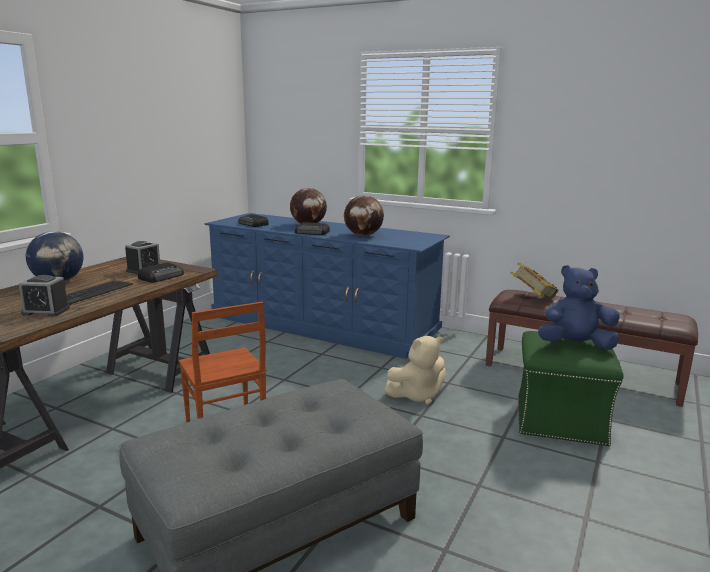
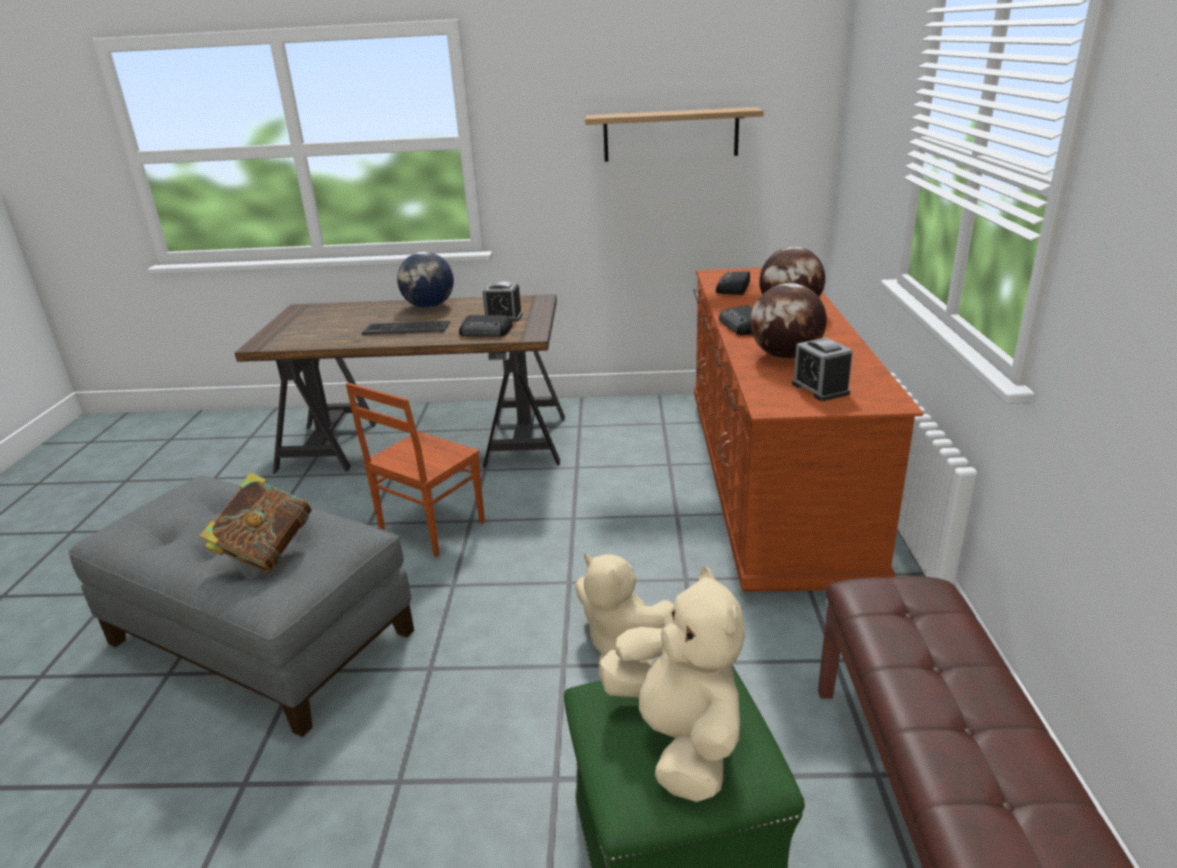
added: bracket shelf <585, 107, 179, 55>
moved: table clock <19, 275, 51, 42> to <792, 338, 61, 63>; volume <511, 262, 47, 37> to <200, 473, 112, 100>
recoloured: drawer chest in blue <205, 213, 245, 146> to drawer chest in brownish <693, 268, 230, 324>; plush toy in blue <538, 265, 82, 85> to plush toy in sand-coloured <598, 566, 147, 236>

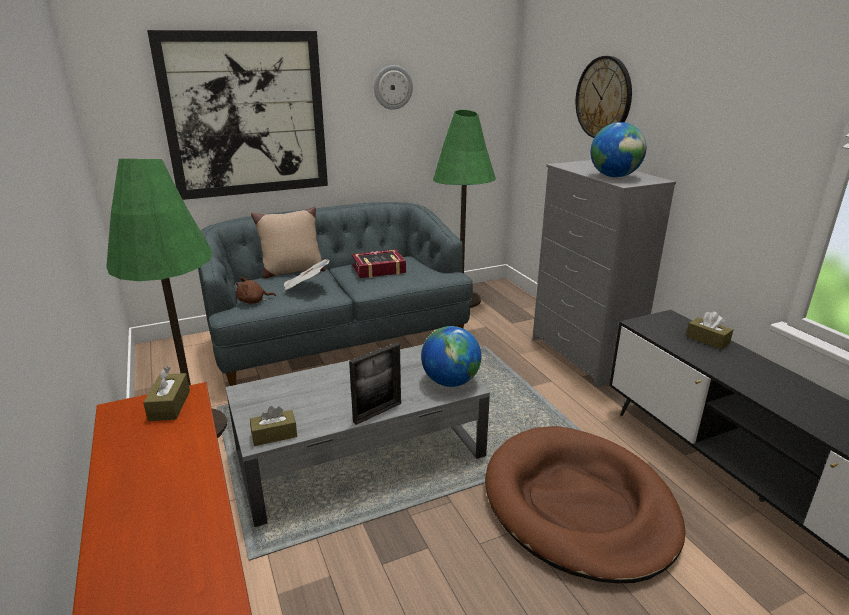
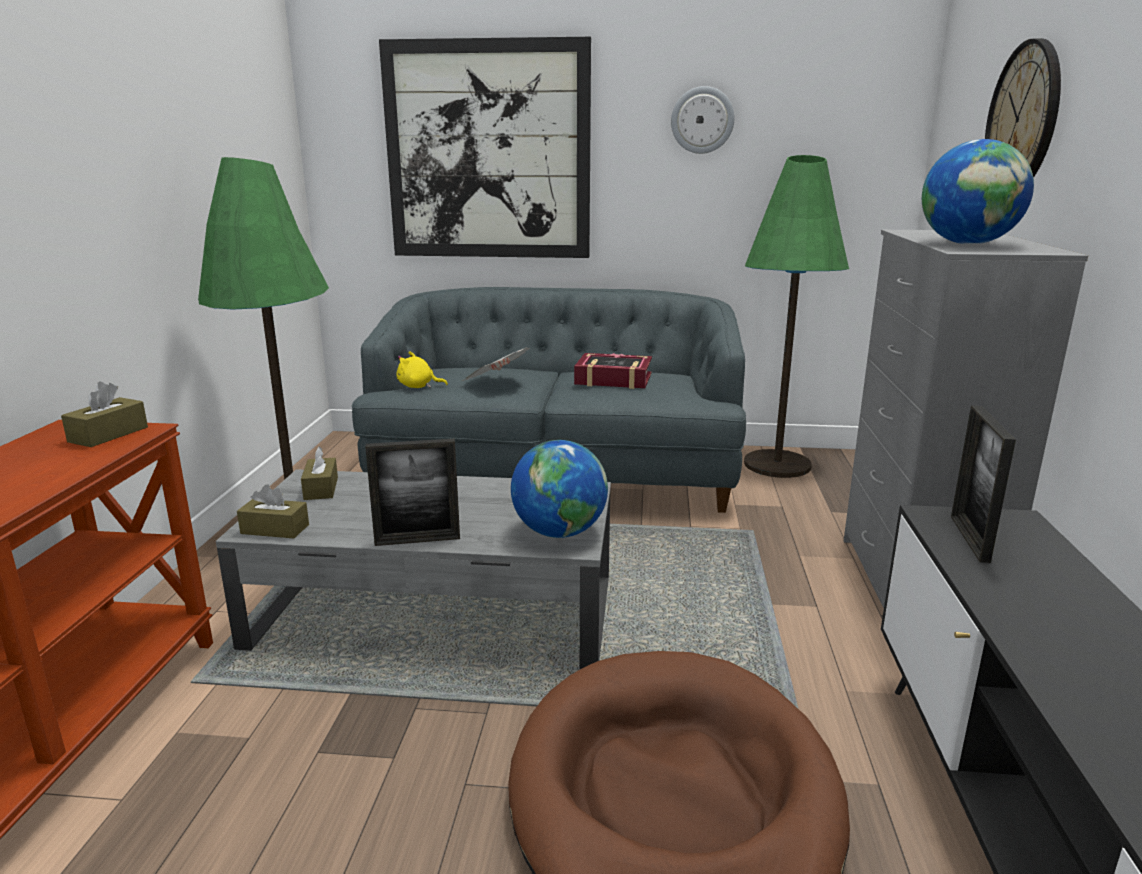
removed: throw pillow in sand-coloured <251, 207, 74, 71>
added: standing frame <951, 406, 65, 157>
moved: tissue holder in brownish <686, 312, 47, 37> to <301, 447, 37, 53>
recoloured: plush toy in brownish <235, 277, 41, 27> to plush toy in yellow <397, 351, 51, 37>

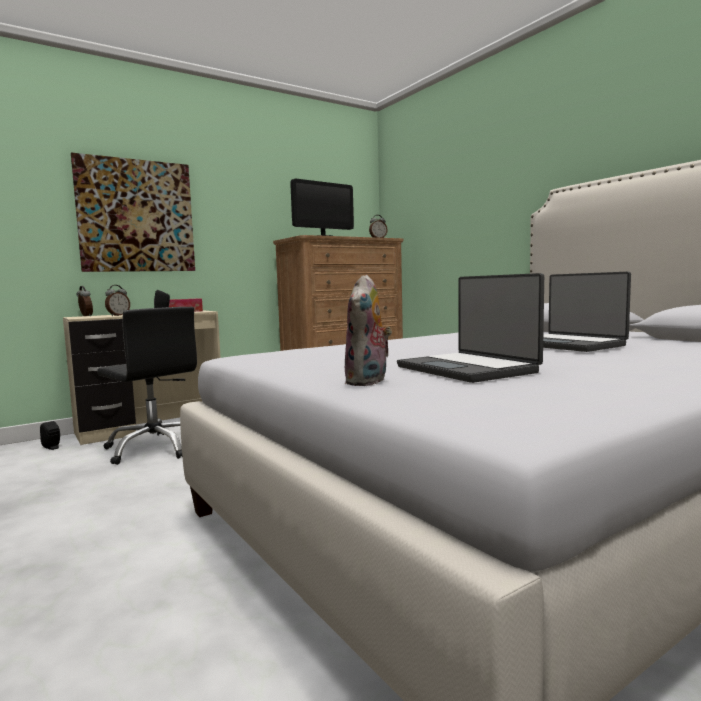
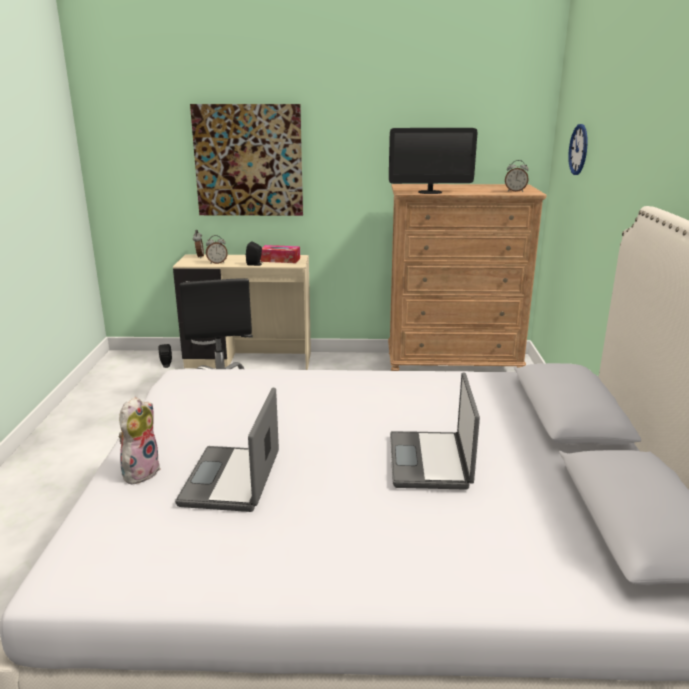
added: clock on the wall <568, 124, 20, 51>
turned: plush toy <345, 275, 47, 111> = <119, 397, 42, 87> 150 degrees clockwise

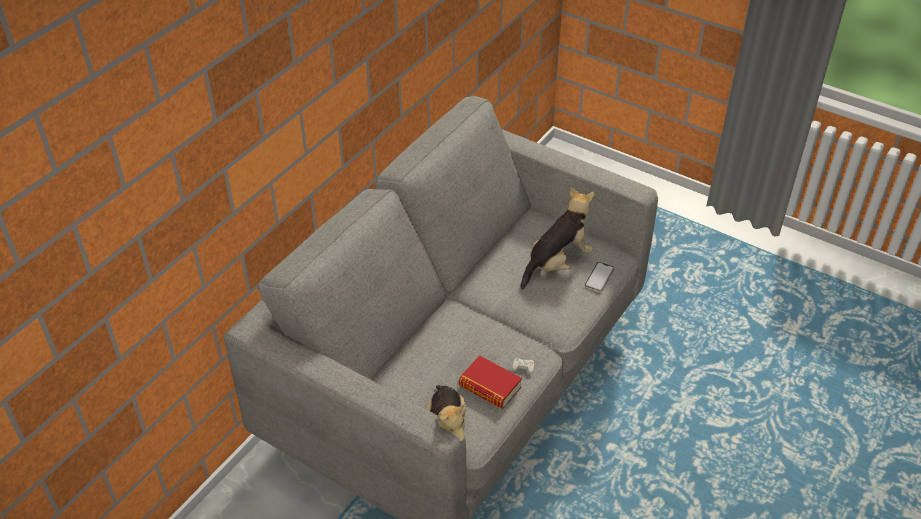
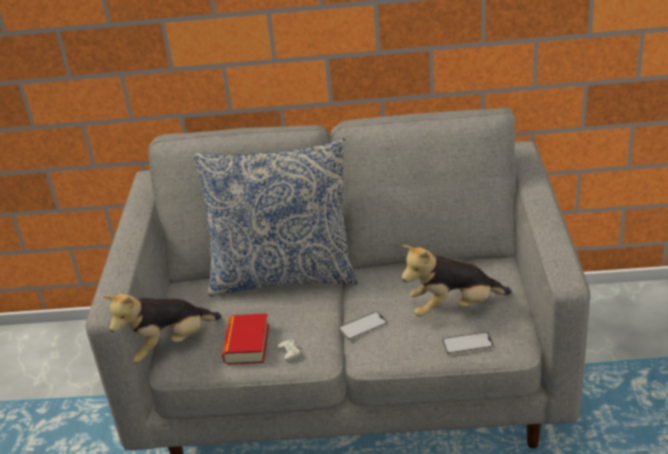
added: throw pillow <192, 138, 166, 159>; telephone <338, 311, 49, 29>
turned: plush toy <521, 188, 73, 102> = <401, 245, 111, 72> 150 degrees clockwise

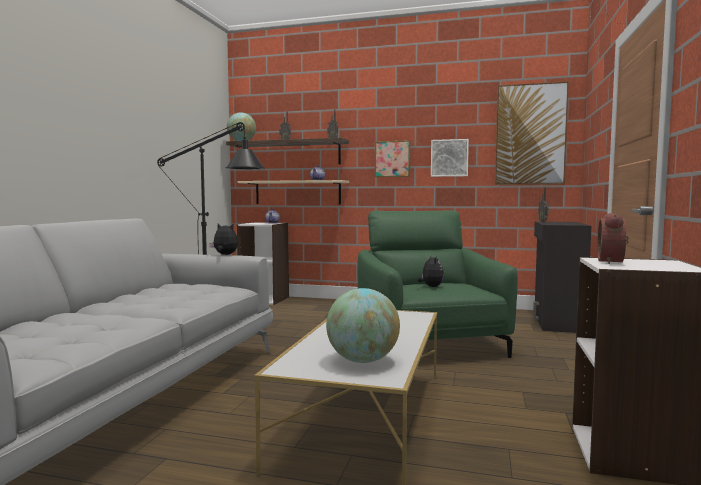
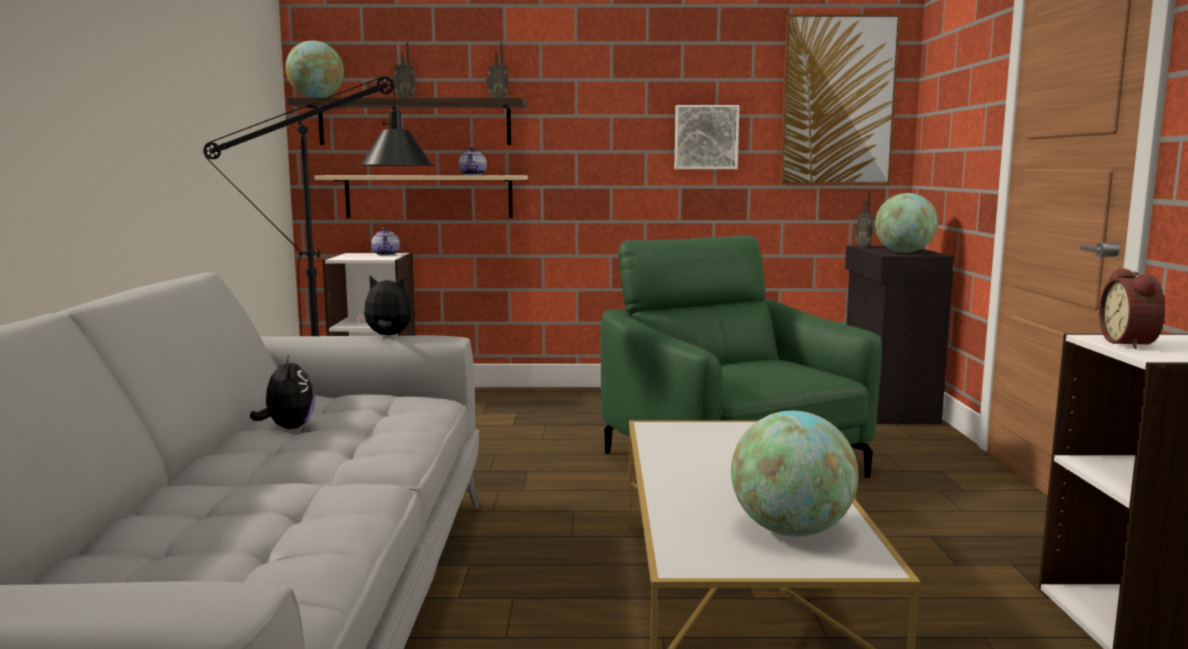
removed: wall picture <375, 140, 35, 37>
added: world globe <875, 193, 63, 60>
moved: plush toy <418, 254, 26, 33> to <250, 355, 65, 74>

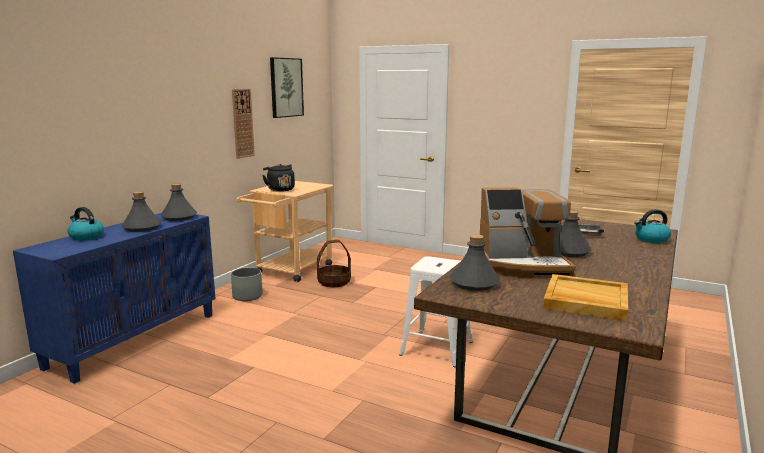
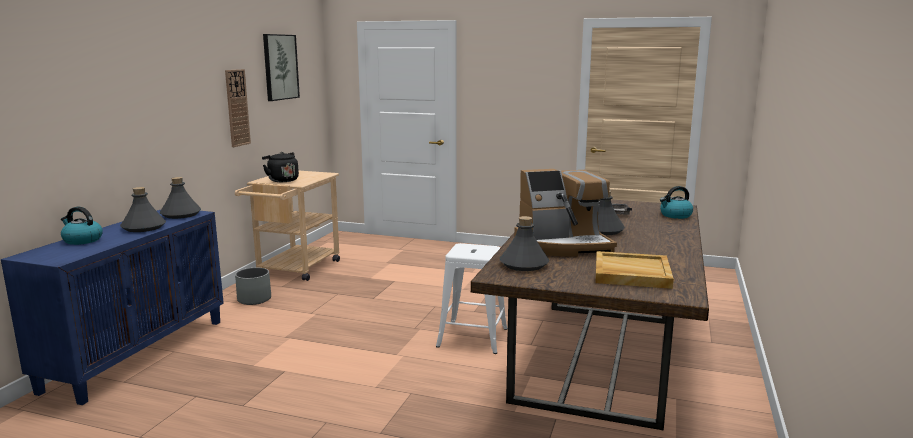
removed: household basket <317, 240, 34, 47>

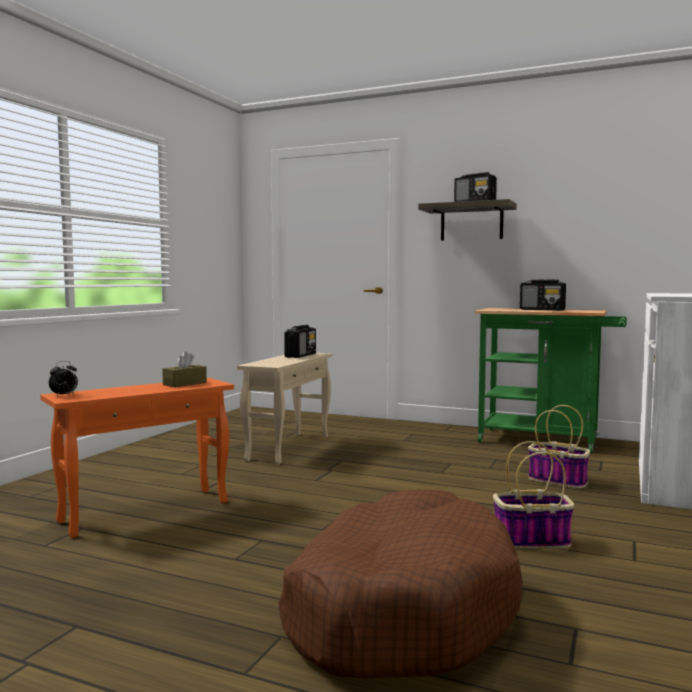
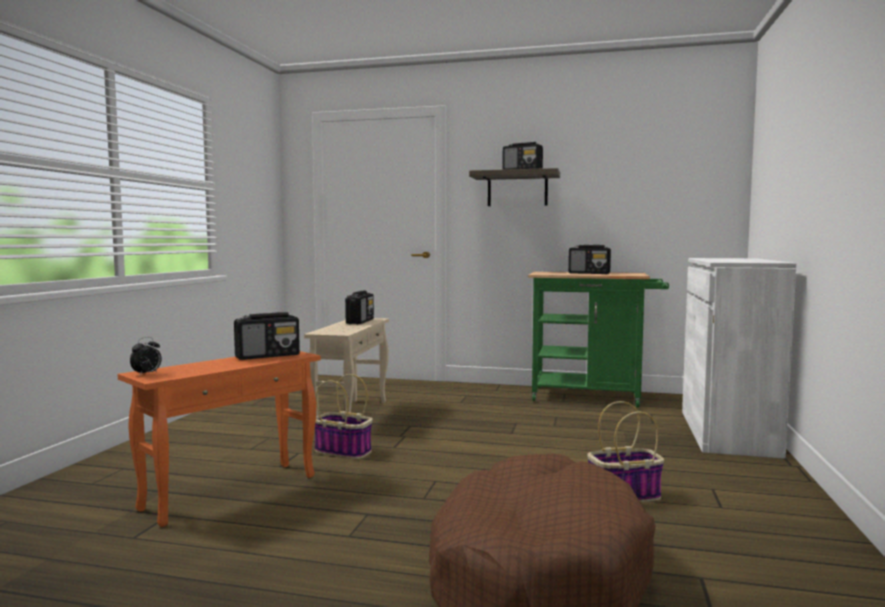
moved: household basket <528, 405, 62, 83> to <315, 374, 58, 85>
replaced: tissue holder in brownish <162, 351, 45, 36> to radio set <234, 312, 66, 48>

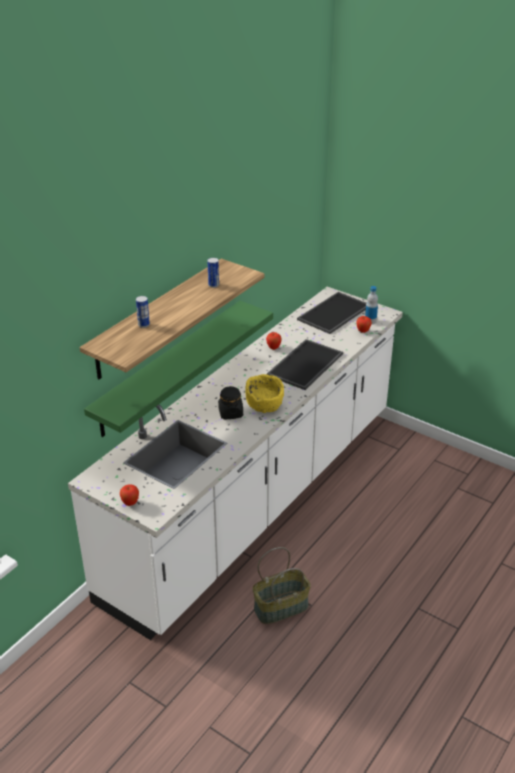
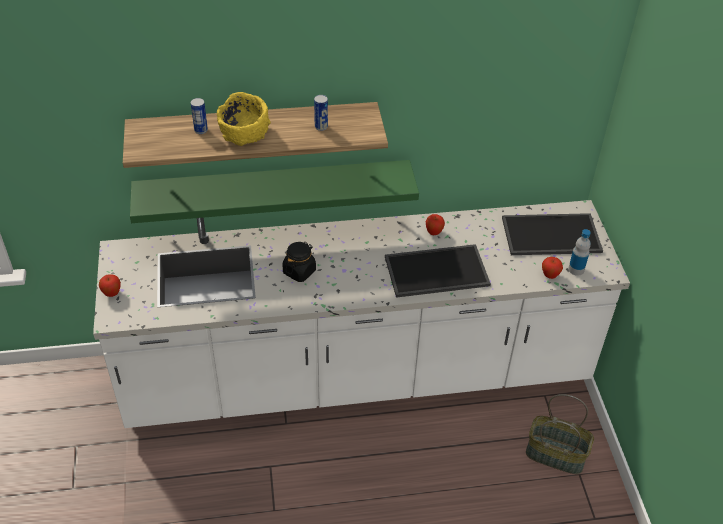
moved: bowl in yellow <245, 374, 39, 39> to <217, 92, 54, 54>; household basket <253, 547, 58, 77> to <526, 394, 68, 80>

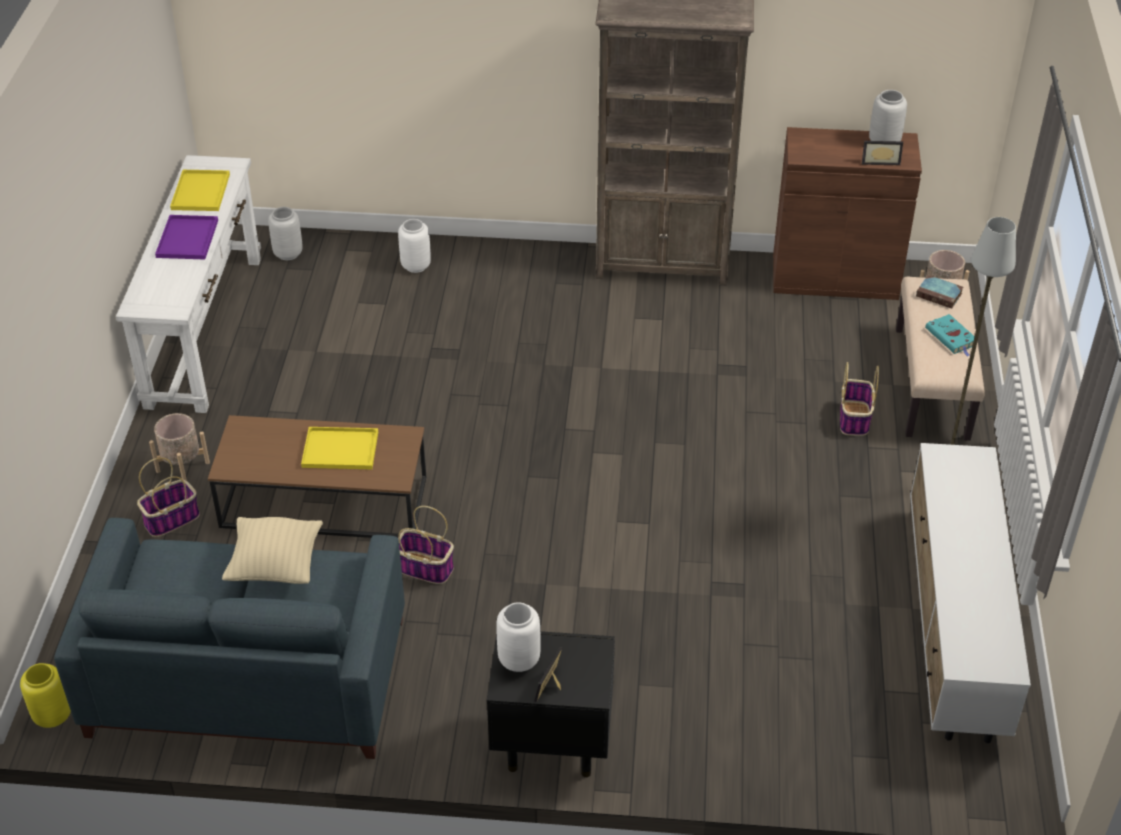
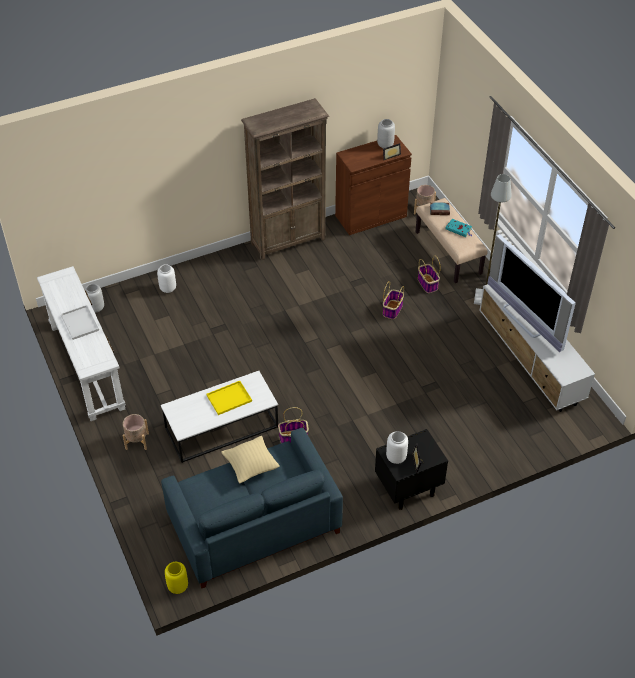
removed: tray in yellow <170, 170, 60, 41>
added: TV set <487, 234, 89, 118>
moved: household basket <137, 457, 63, 80> to <383, 281, 21, 38>
recoloured: tray in purplish <155, 215, 63, 44> to tray in whitish <61, 305, 38, 35>; coffee table in brownish <208, 415, 218, 123> to coffee table in whitish <161, 371, 117, 92>

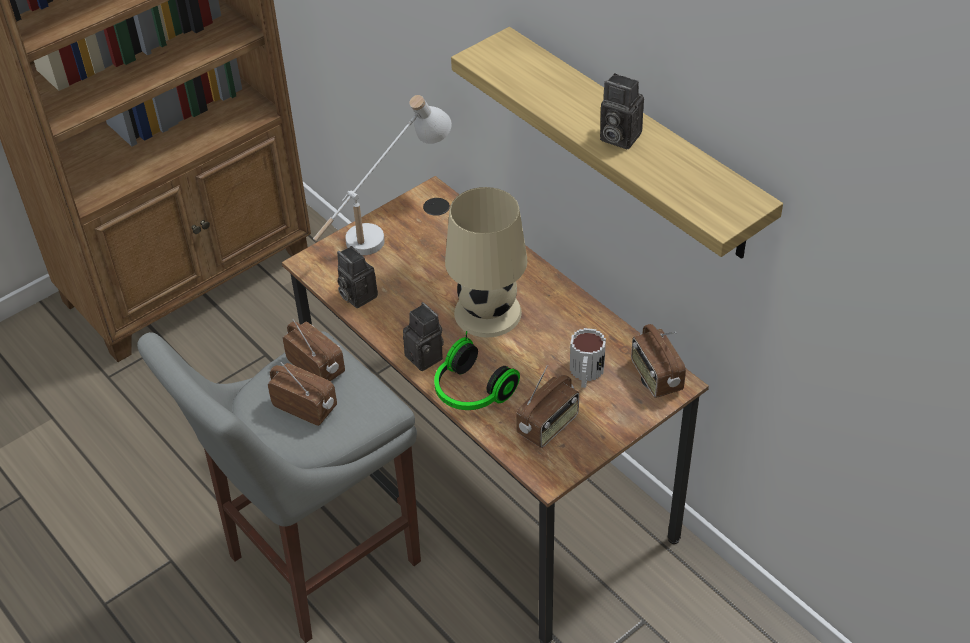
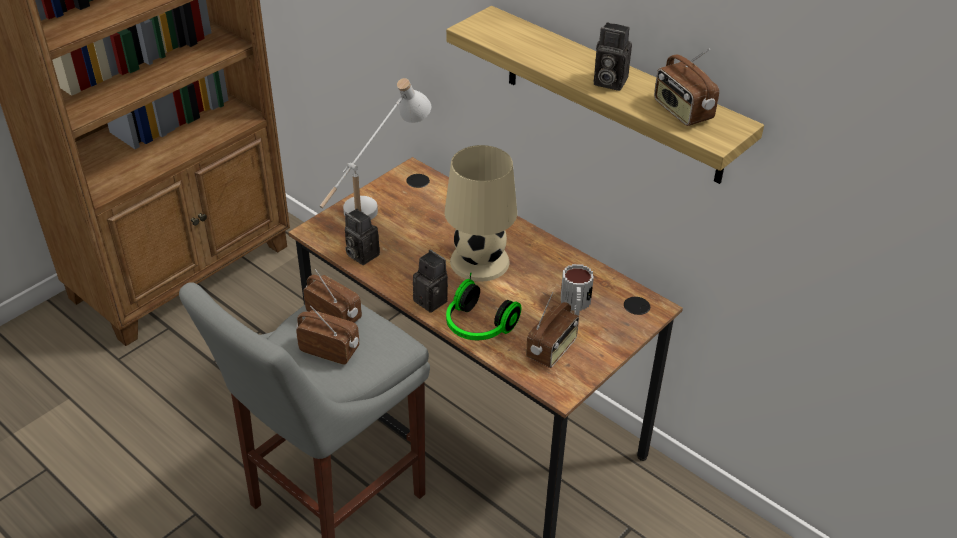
moved: radio set <631, 324, 55, 74> to <654, 48, 65, 78>

